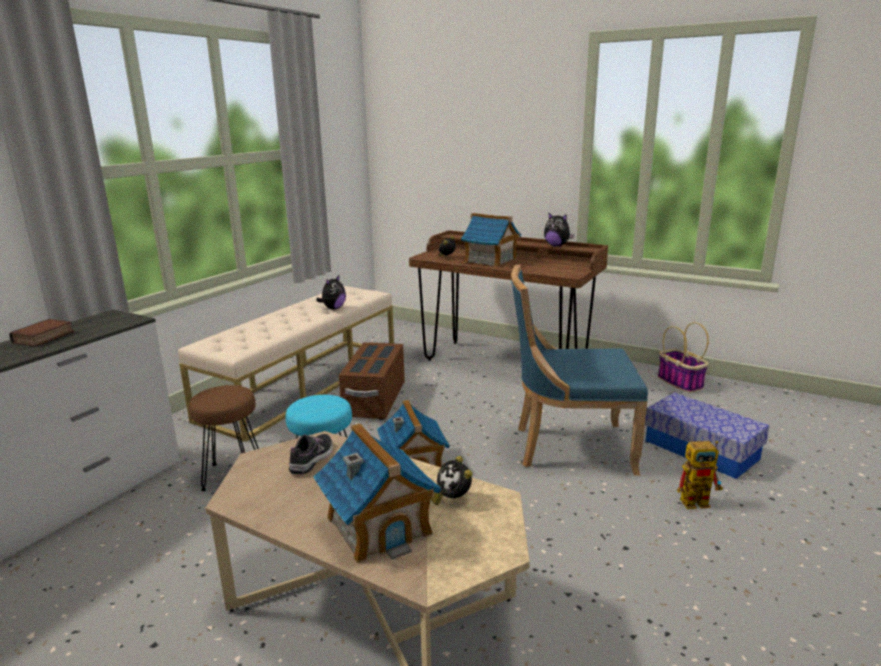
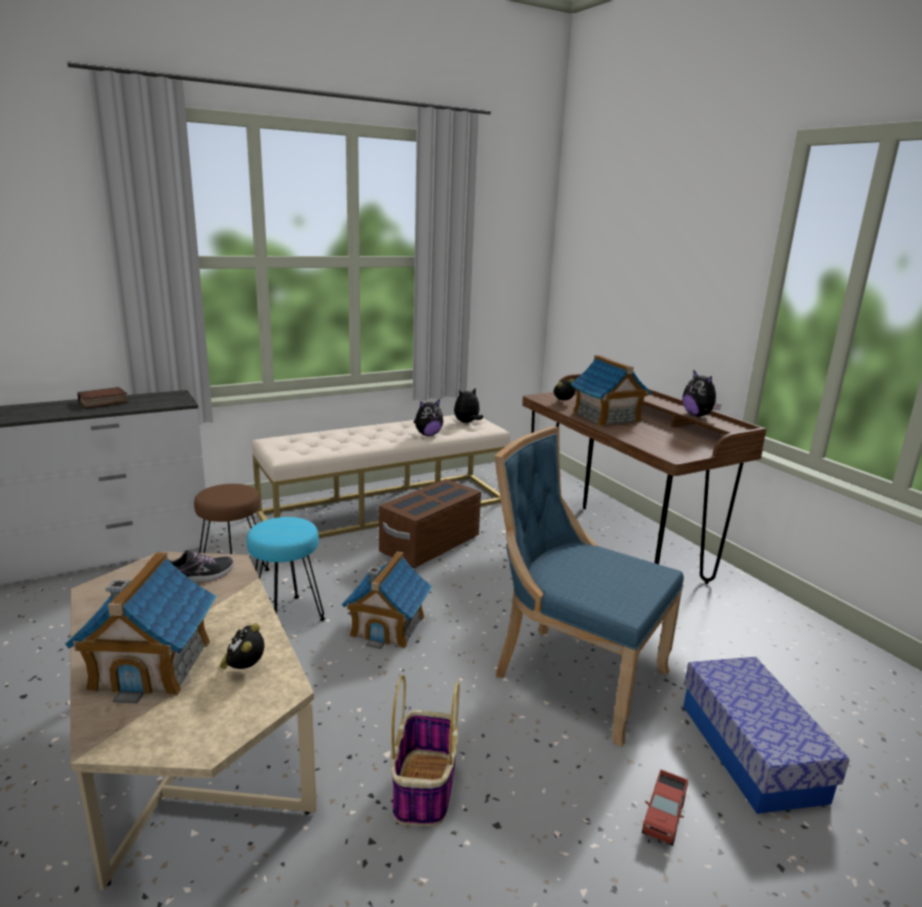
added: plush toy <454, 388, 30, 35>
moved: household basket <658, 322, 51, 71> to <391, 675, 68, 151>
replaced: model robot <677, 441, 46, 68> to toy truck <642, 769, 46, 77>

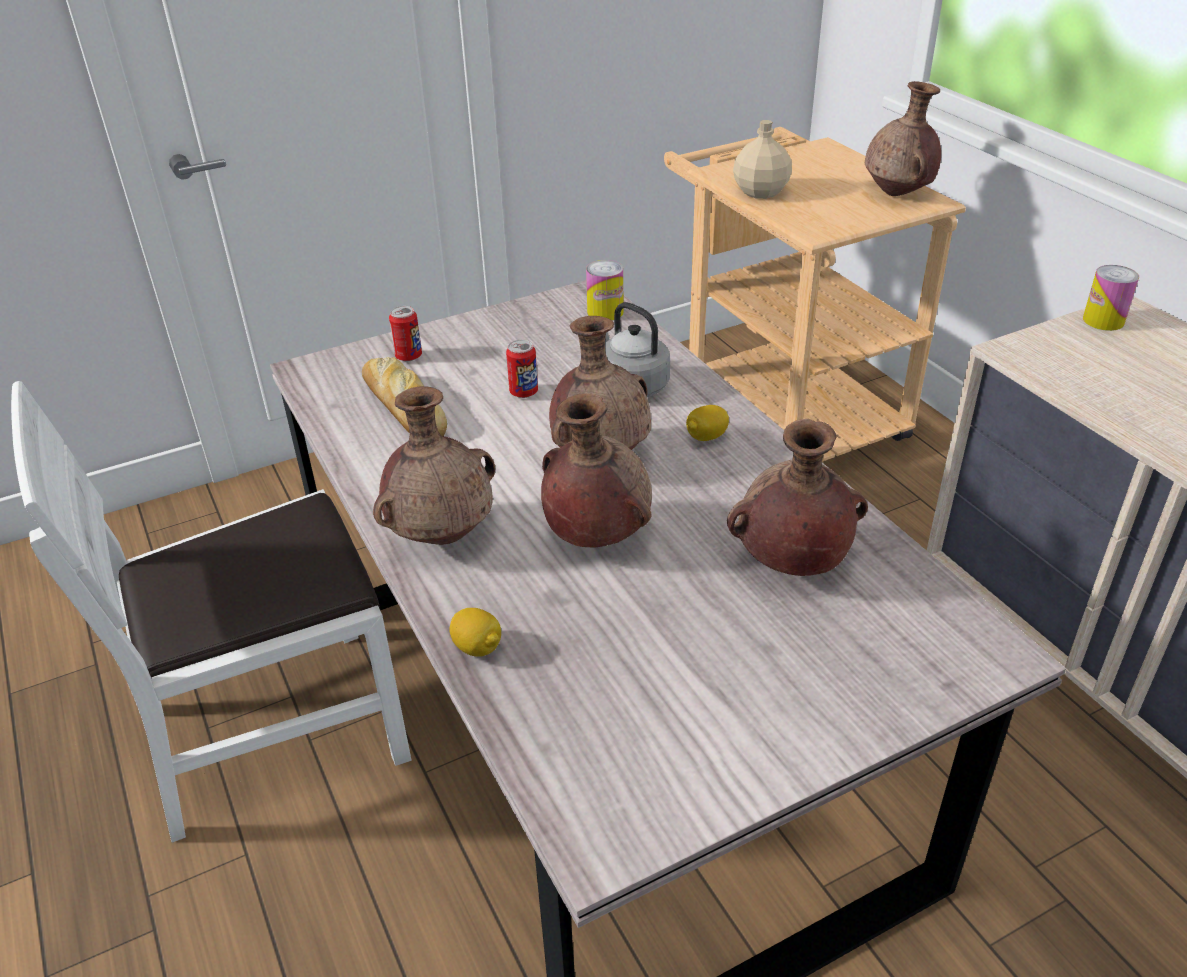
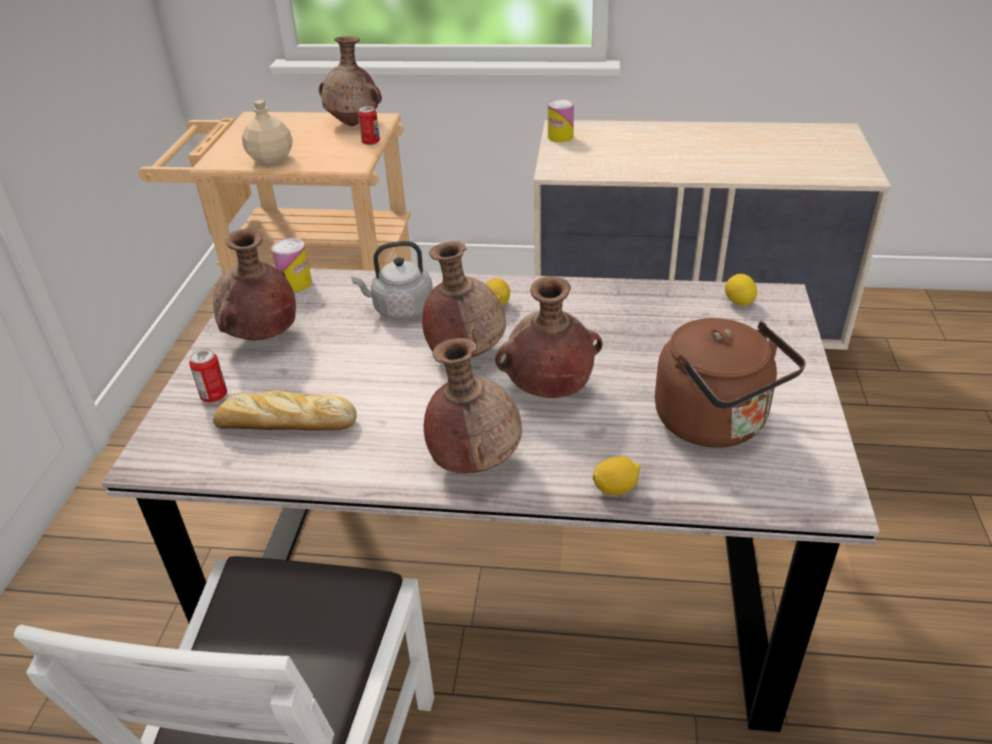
added: water kettle in brownish <655, 318, 151, 130>; lemon <725, 274, 32, 31>
moved: sealed can <506, 340, 32, 58> to <358, 106, 22, 39>; flower vase in brownish <727, 419, 141, 157> to <213, 228, 83, 112>

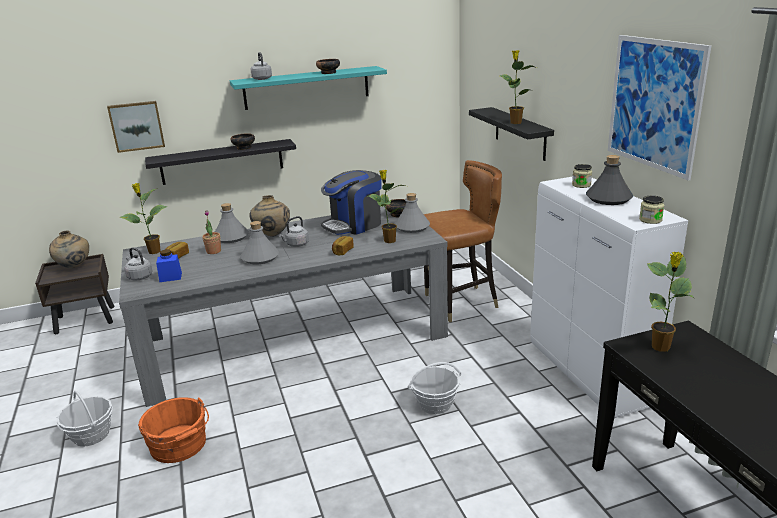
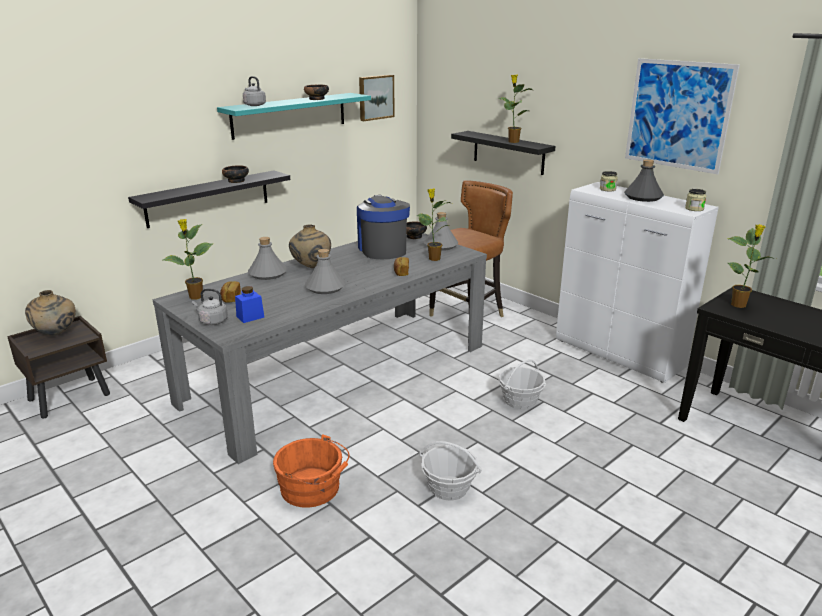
removed: potted plant <202, 210, 19, 44>; water kettle in grey <279, 216, 30, 31>
moved: household basket <57, 390, 56, 57> to <419, 441, 63, 60>; wall picture <107, 101, 58, 52> to <359, 75, 36, 46>
turned: coffee maker <321, 170, 61, 65> = <357, 195, 53, 64> 135 degrees clockwise

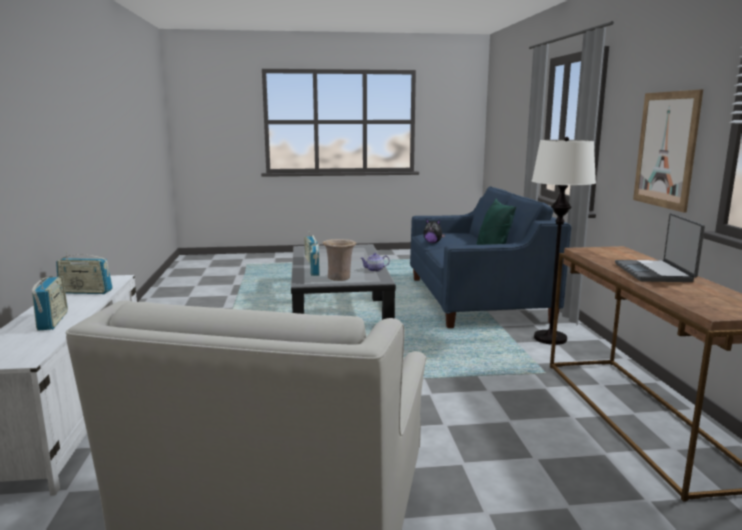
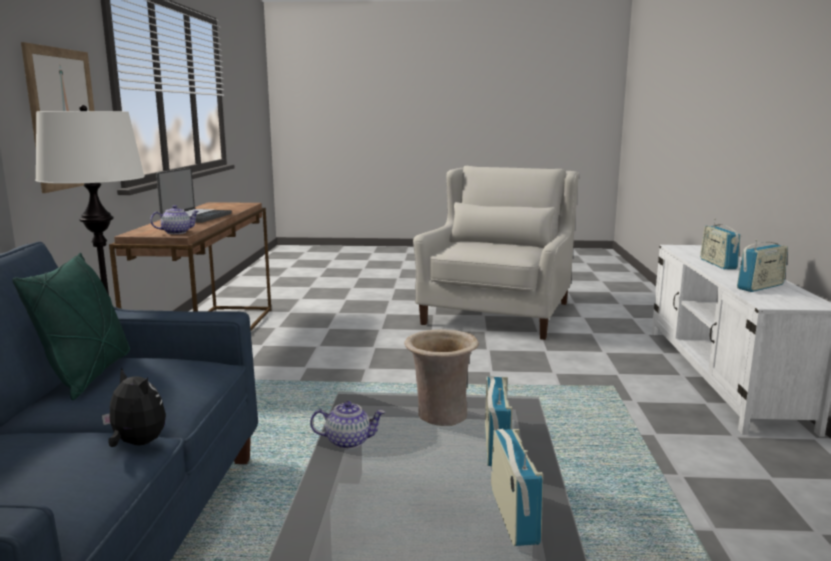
added: teapot <150, 205, 49, 29>
turned: radio set <56, 251, 57, 43> = <737, 239, 51, 53> 135 degrees clockwise

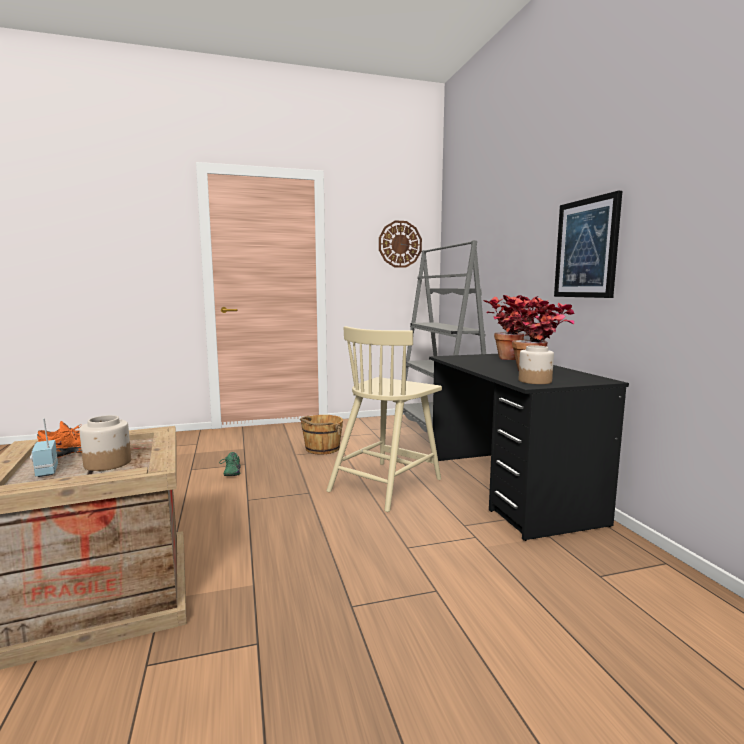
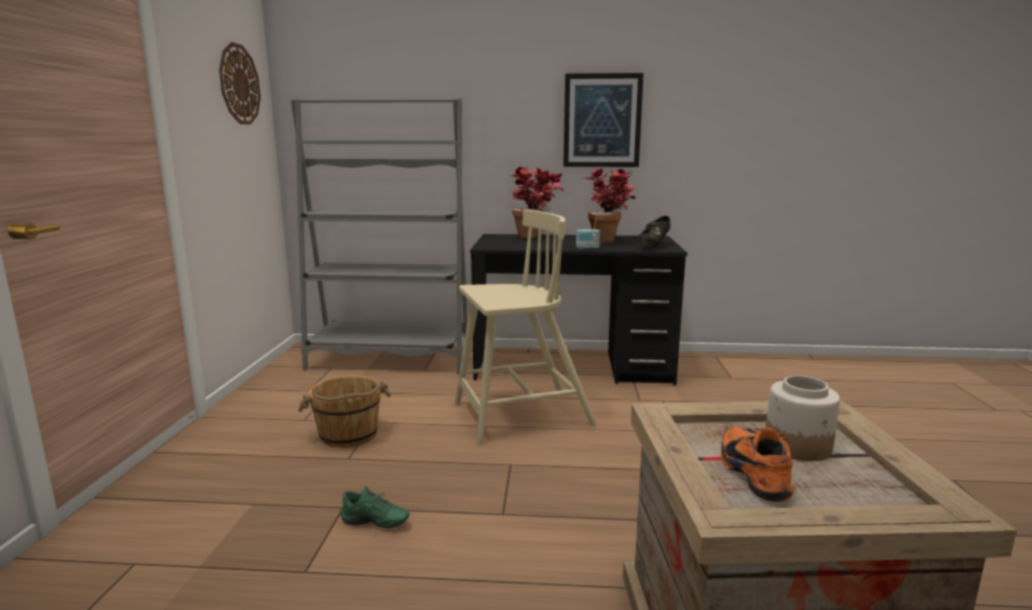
moved: radio set <30, 418, 28, 59> to <576, 209, 24, 40>
replaced: jar <519, 346, 35, 38> to low shoe in blackish <637, 216, 34, 31>
turned: plain chair in sand-coloured <326, 326, 116, 186> = <455, 209, 142, 235> 75 degrees counterclockwise

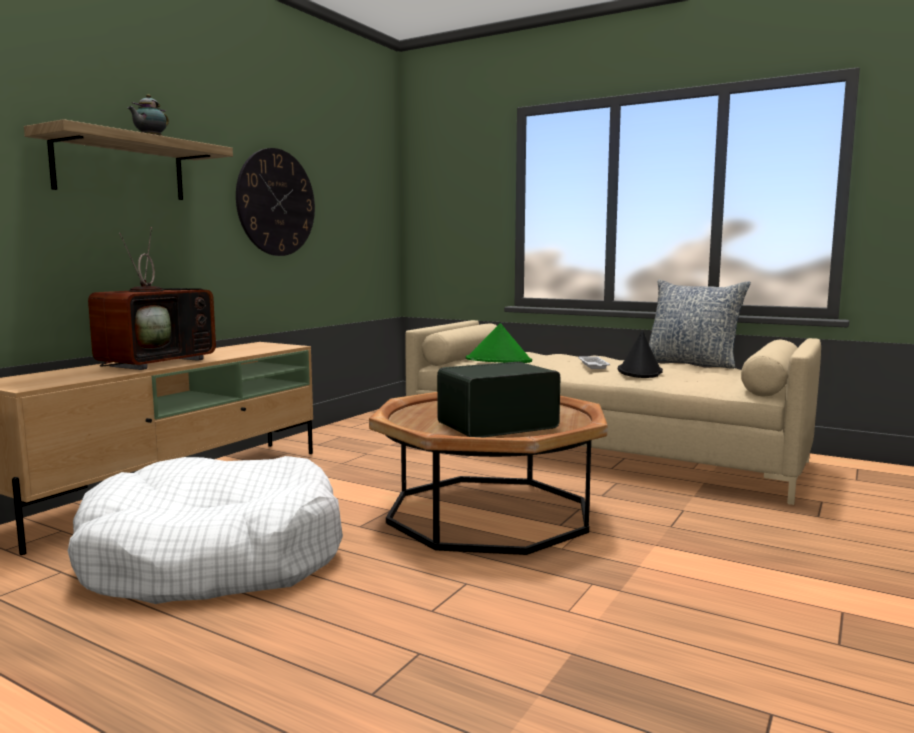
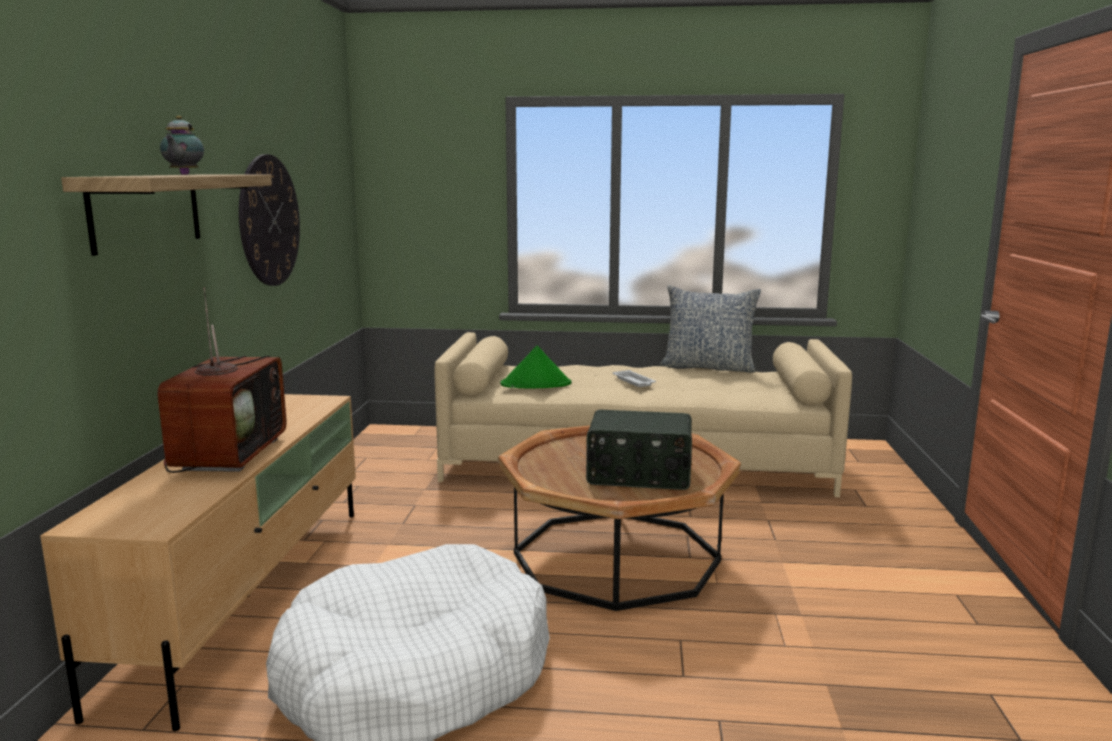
removed: clothing hat in blackish <618, 331, 45, 47>
turned: radio set <437, 362, 123, 75> = <586, 410, 106, 80> 120 degrees counterclockwise

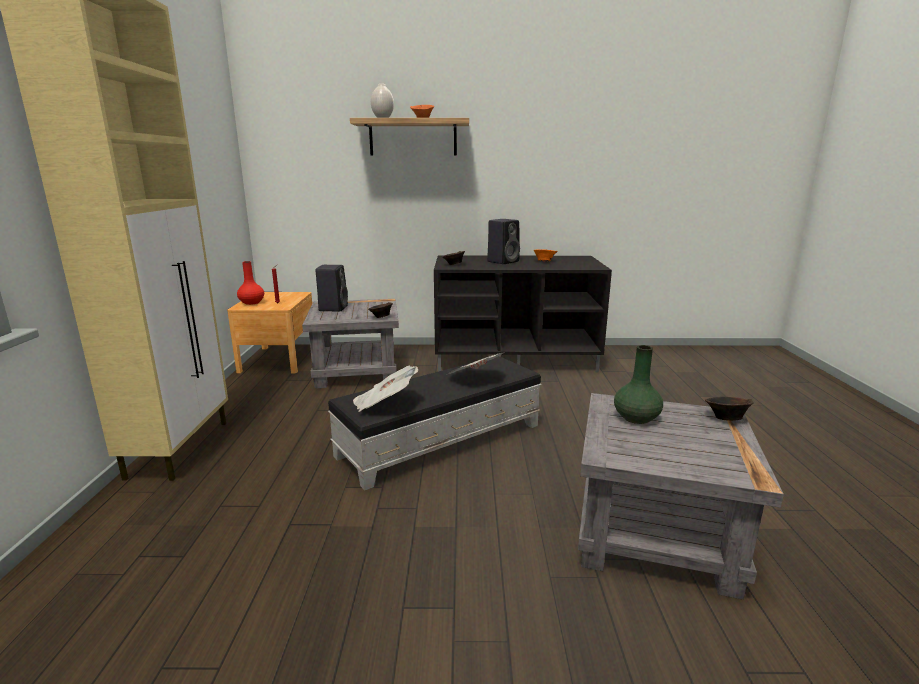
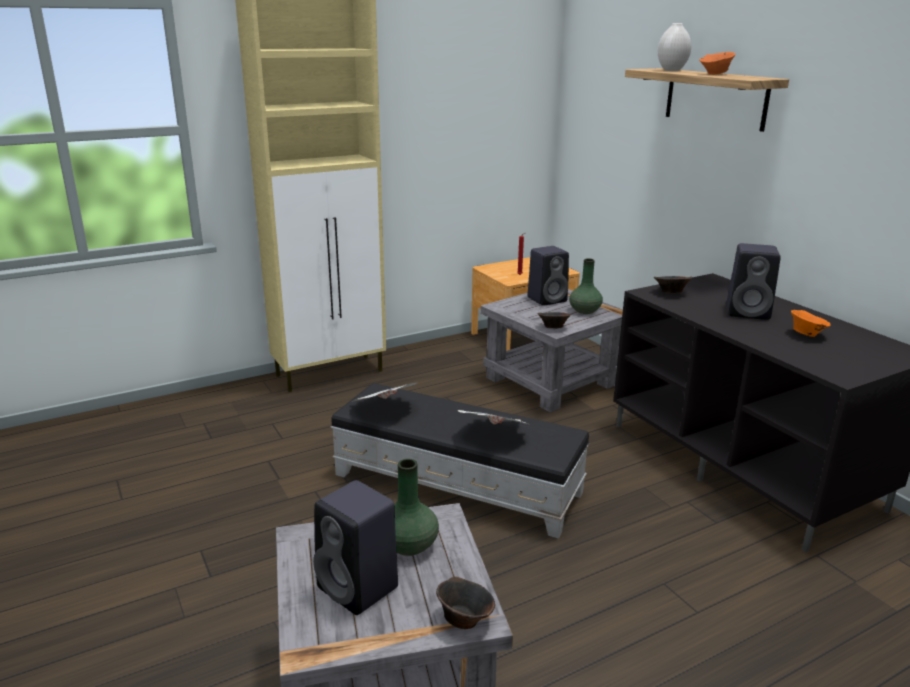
removed: flower vase in reddish <237, 261, 27, 44>
added: speaker in blackish <313, 480, 85, 135>; flower vase in green-coloured <569, 258, 34, 56>

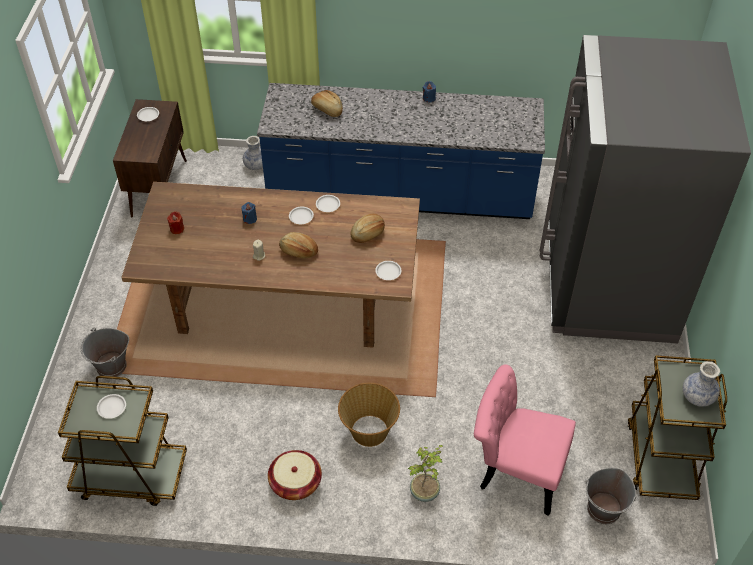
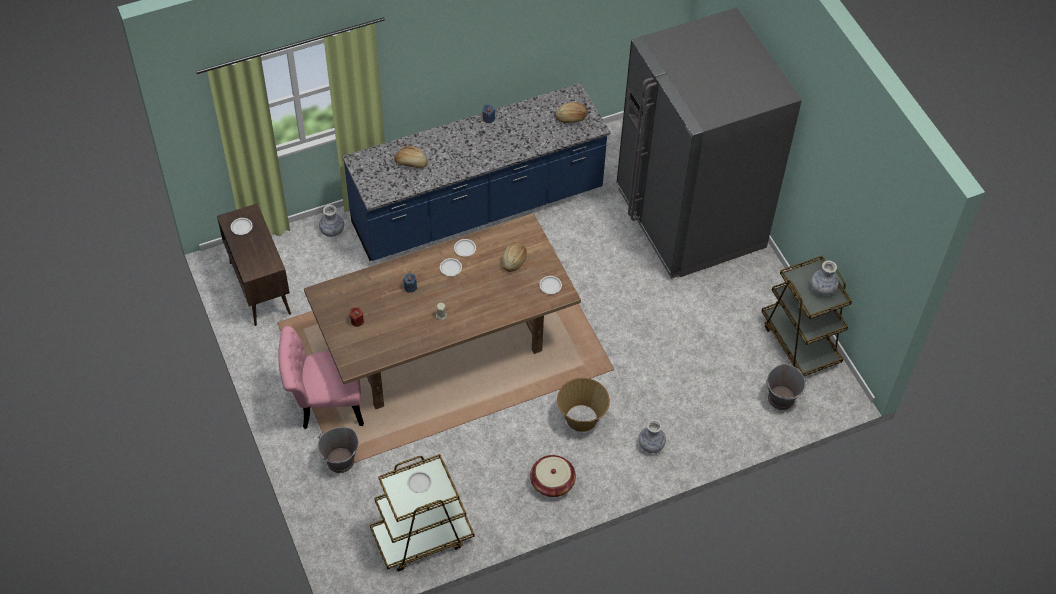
moved: bread <279, 232, 39, 27> to <555, 102, 33, 21>; plain chair in pinkish <474, 364, 102, 152> to <278, 326, 86, 103>
replaced: potted plant <408, 445, 35, 57> to flower vase <638, 419, 28, 34>

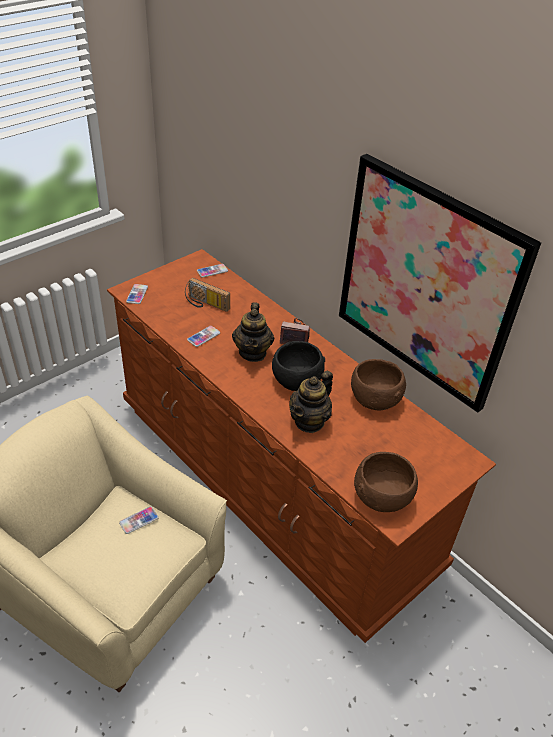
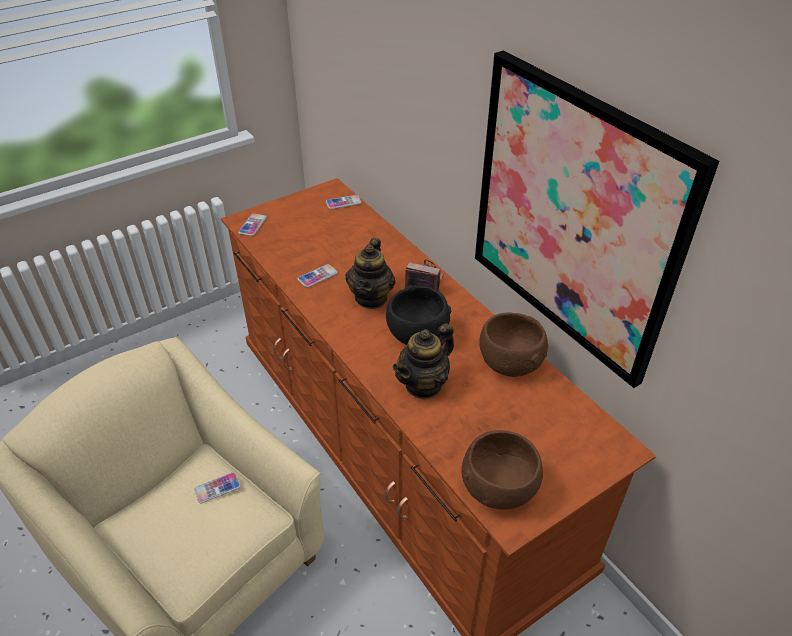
removed: radio set <185, 278, 45, 34>

